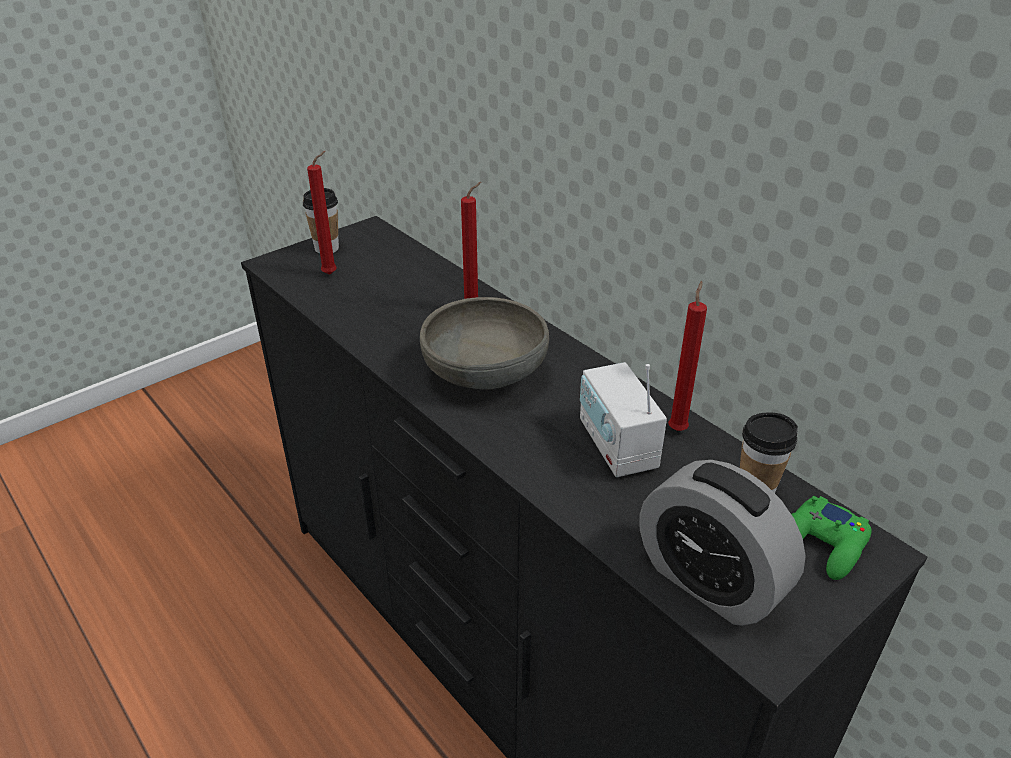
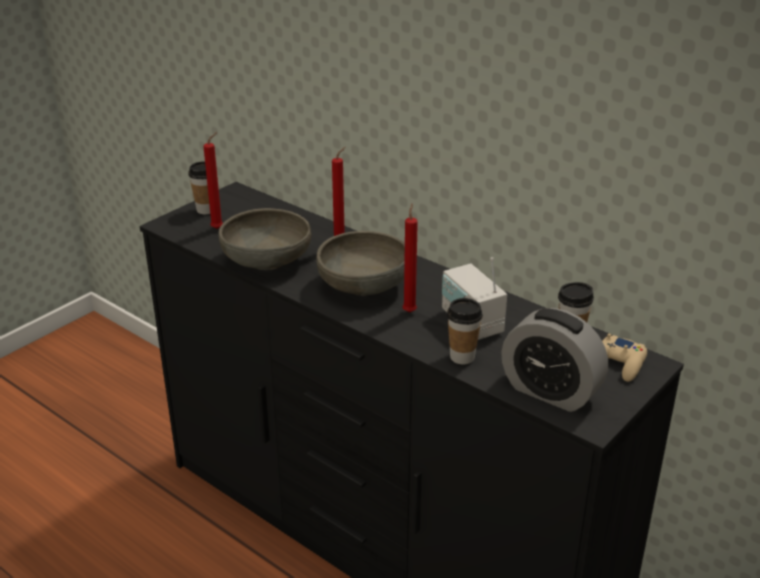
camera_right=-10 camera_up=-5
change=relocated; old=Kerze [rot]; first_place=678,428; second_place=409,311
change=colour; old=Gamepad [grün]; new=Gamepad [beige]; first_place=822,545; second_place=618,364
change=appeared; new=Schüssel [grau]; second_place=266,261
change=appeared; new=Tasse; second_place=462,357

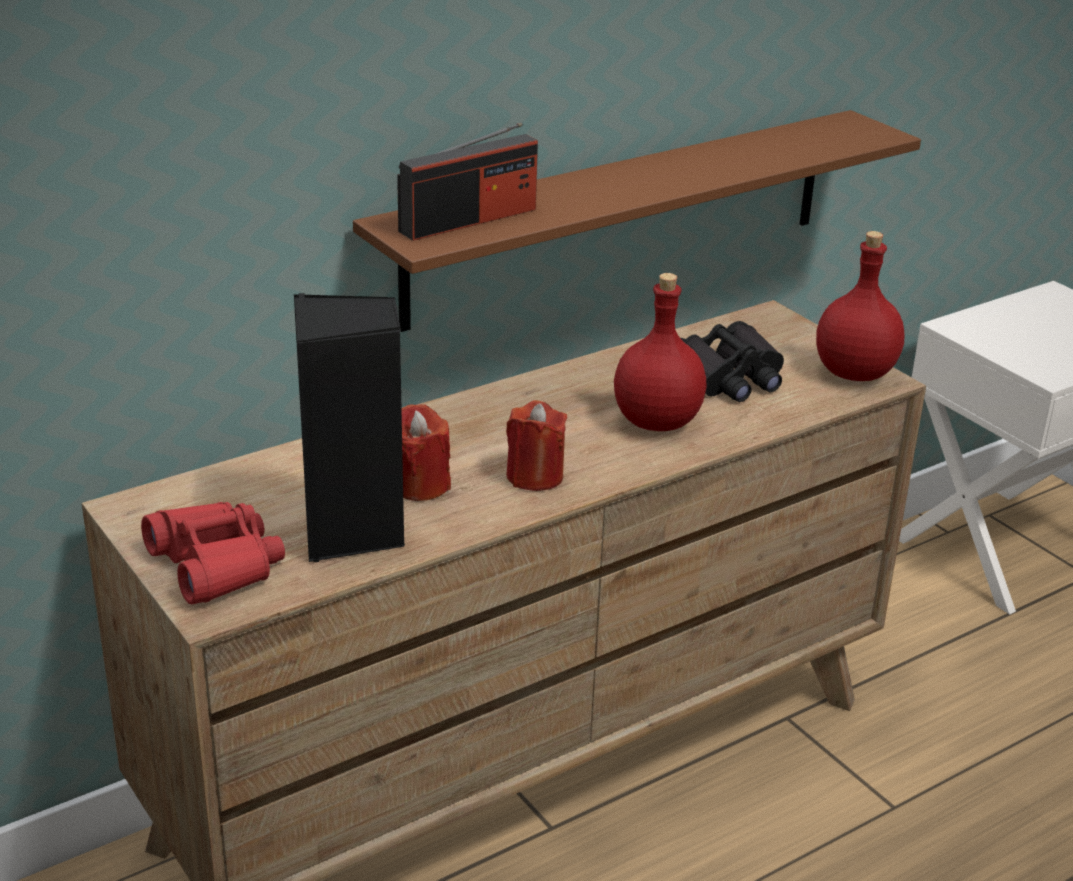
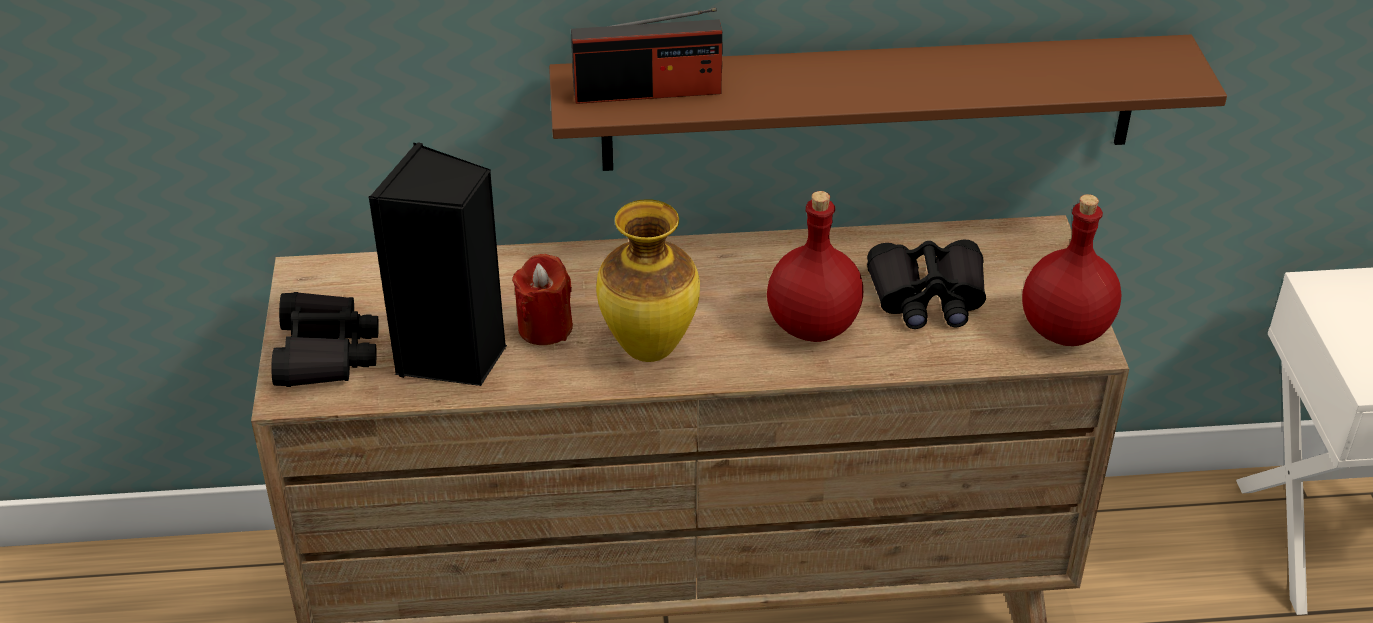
camera_right=30 camera_up=10
change=colour; old=Fernglas [rot]; new=Fernglas [schwarz]; first_place=216,565; second_place=325,352
change=exchanged; old=Kerze [rot]; new=Vase; first_place=535,476; second_place=649,350

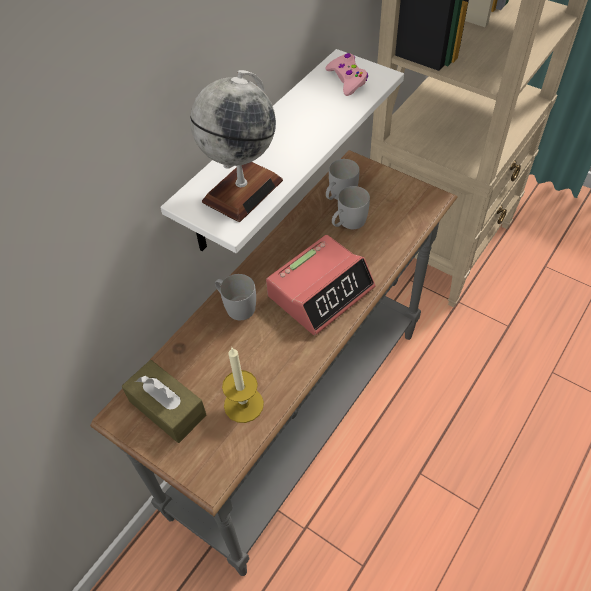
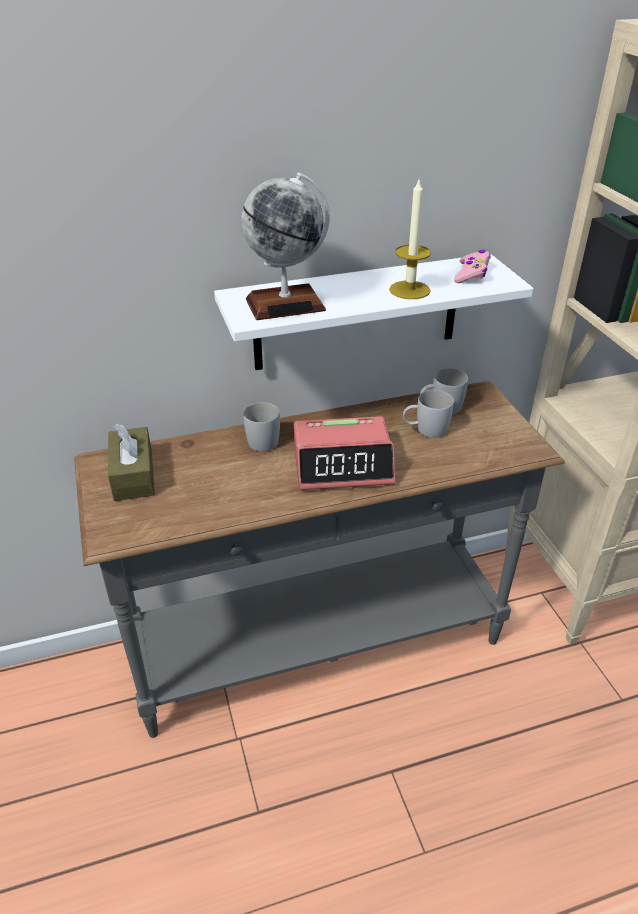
camera_right=35 camera_up=-15
change=relocated; old=Kerze; first_place=243,404; second_place=409,290

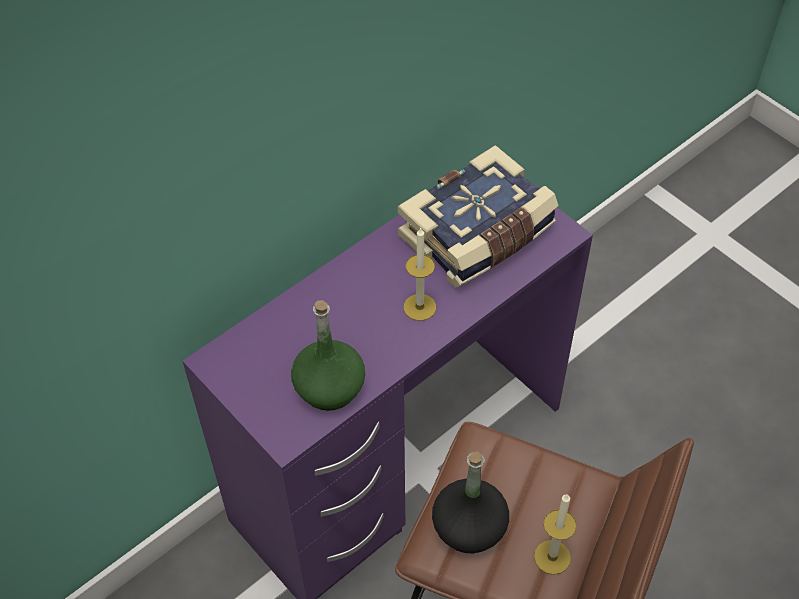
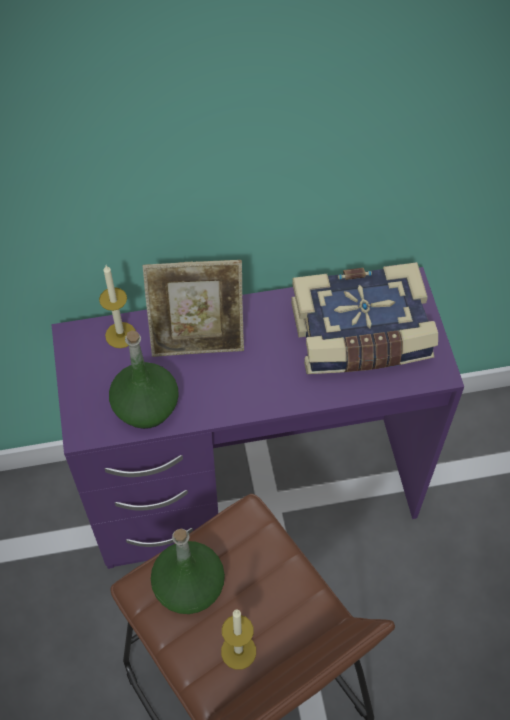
camera_right=30 camera_up=5
change=relocated; old=Kerze; first_place=419,307; second_place=120,335
change=colour; old=Flasche [schwarz]; new=Flasche [grün]; first_place=469,527; second_place=188,585
change=appeared; new=Bilderrahmen; second_place=197,338

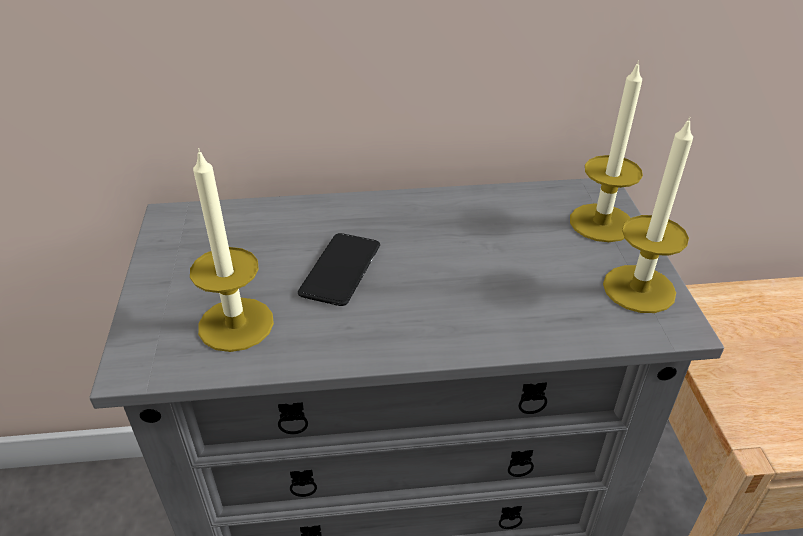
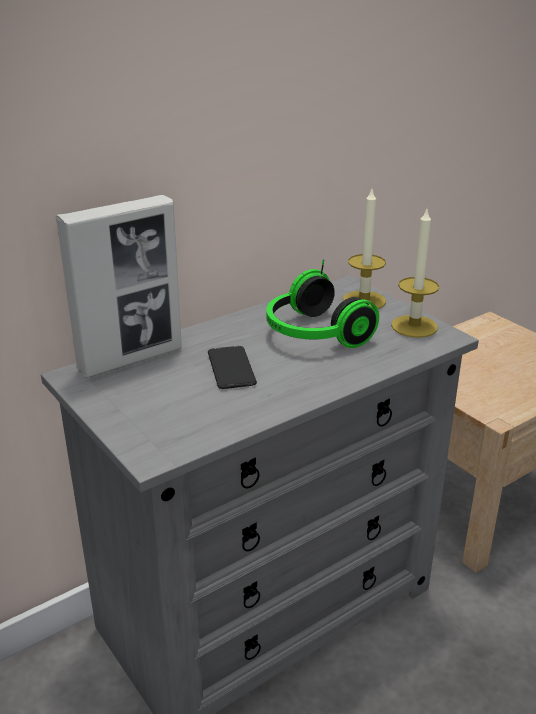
camera_right=-30 camera_up=-10
change=missing; old=Kerze; first_place=236,324
change=appeared; new=Bilderrahmen; second_place=131,359
change=appeared; new=Kopfhörer; second_place=313,334

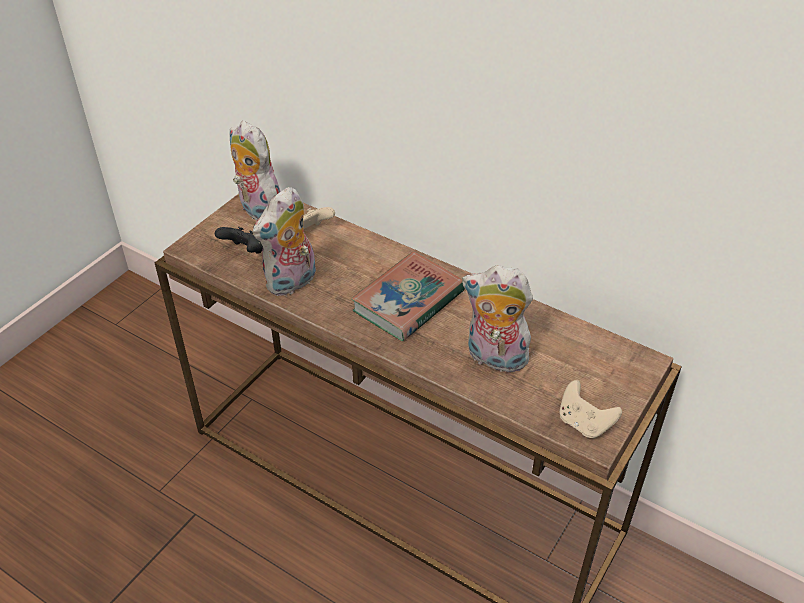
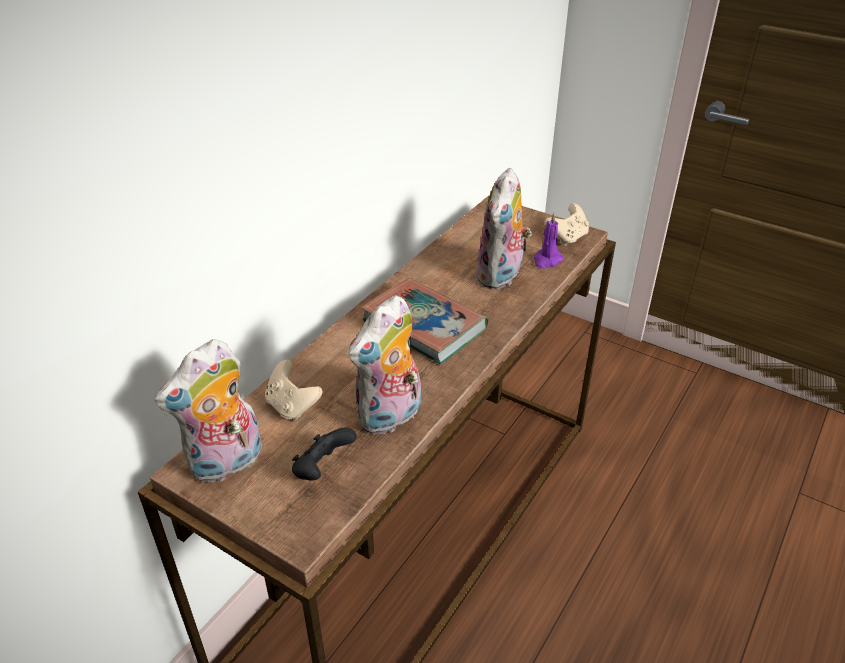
camera_right=-90 camera_up=-5
change=spun; old=Plüschtier; first_place=292,283; second_place=391,417; degrees=90
change=appeared; new=Kerze [lila]; second_place=547,260

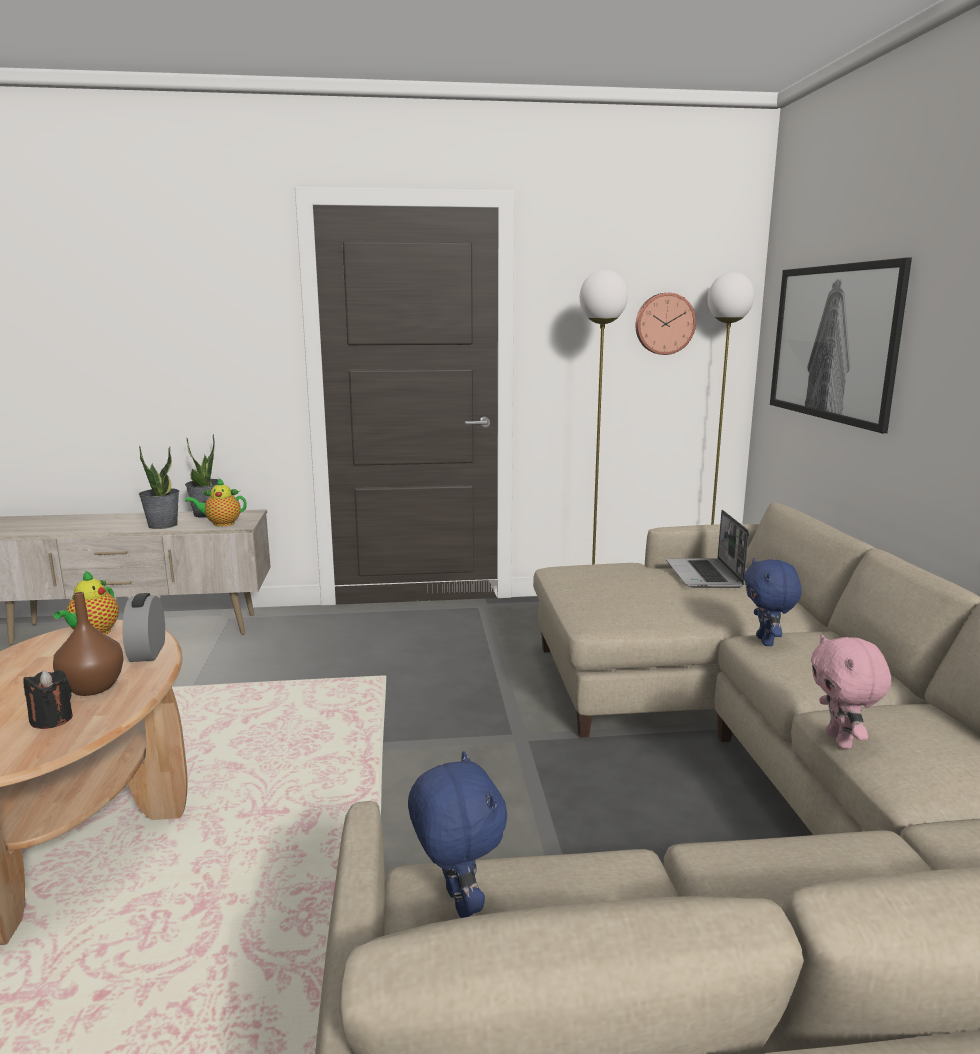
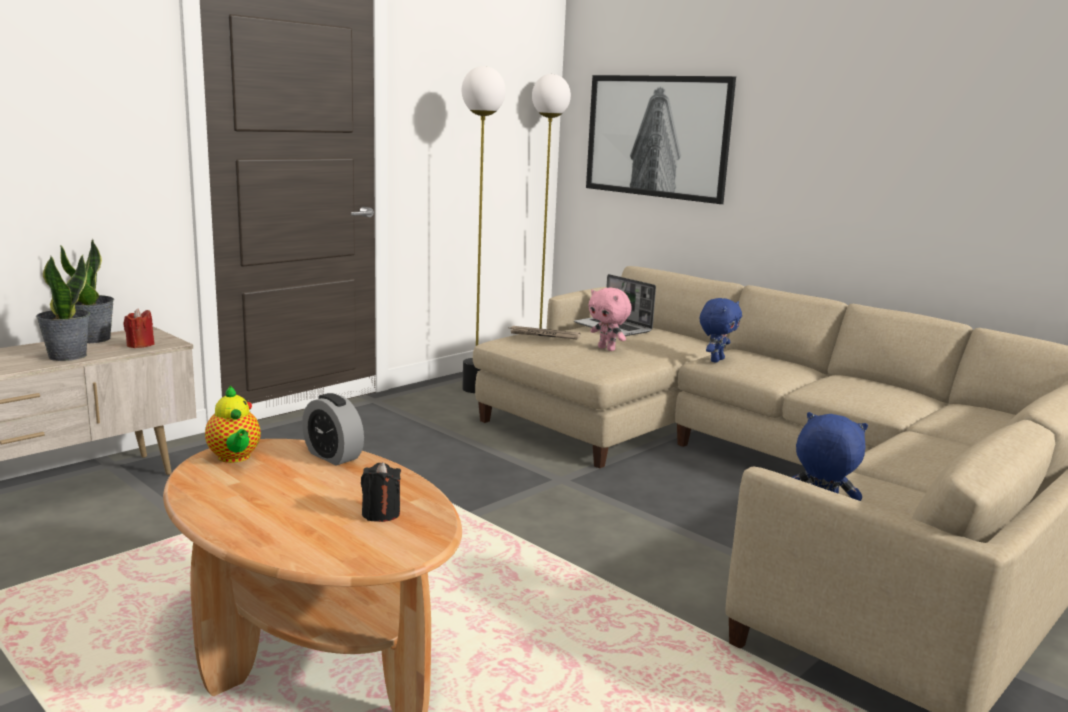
camera_right=-40 camera_up=0
change=missing; old=Vase [braun]; first_place=94,687
change=exchanged; old=Teekanne; new=Kerze [rot]; first_place=221,524; second_place=140,345
change=missing; old=Wanduhr; first_place=664,323
change=spun; old=Plüschtier [blau]; first_place=766,641; second_place=716,360; degrees=-105
change=relocated; old=Plüschtier [rosa]; first_place=840,741; second_place=607,349
change=appeared; new=Zeitung; second_place=543,335

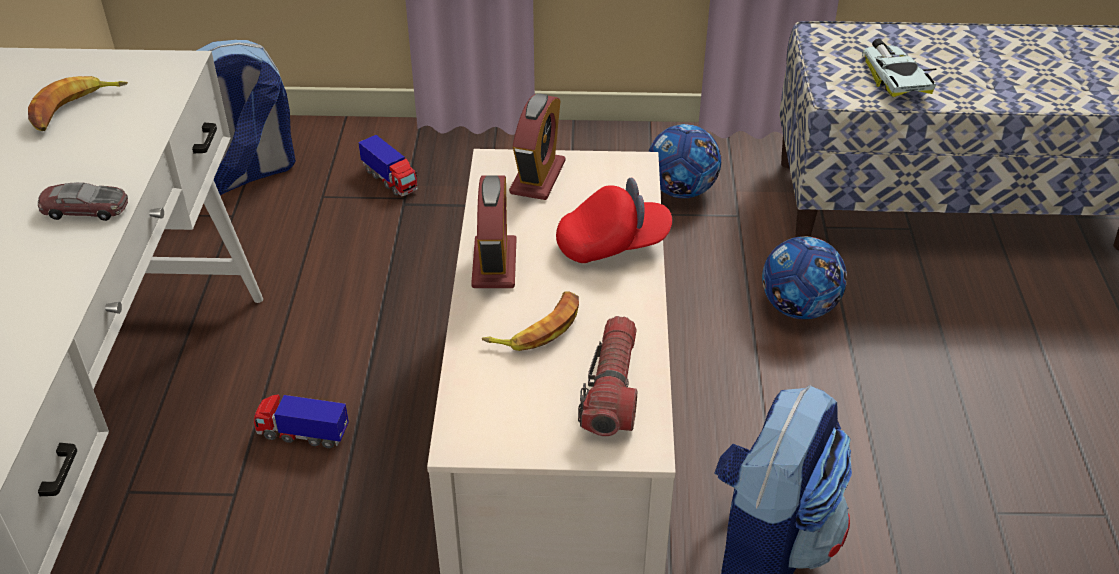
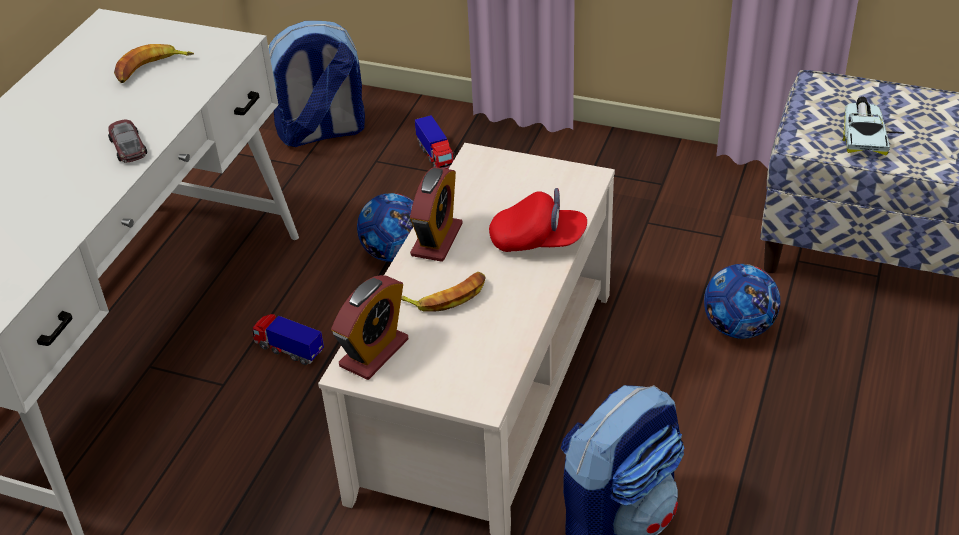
camera_right=20 camera_up=0
change=spun; old=Spielzeugauto; first_place=85,209; second_place=128,146; degrees=45
change=relocated; old=Wecker; first_place=537,177; second_place=374,353
change=missing; old=Taschenlampe; first_place=612,389
change=relocated; old=Fußball; first_place=681,190; second_place=394,253

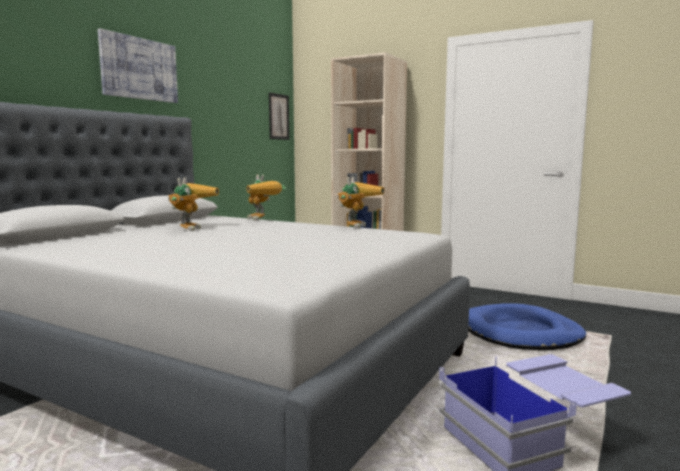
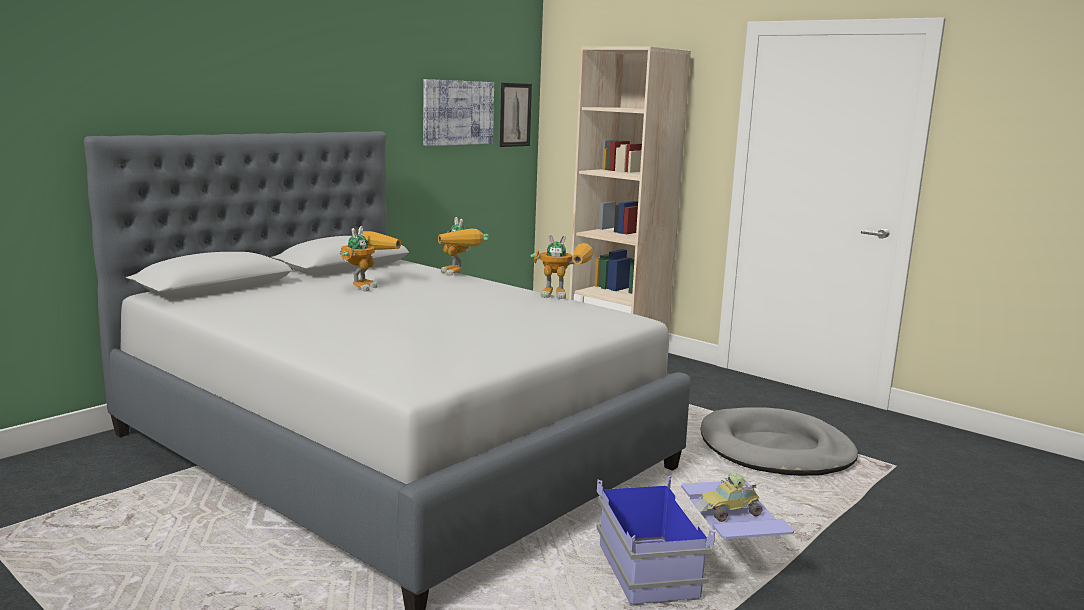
camera_right=10 camera_up=5
change=relocated; old=Bild; first_place=139,69; second_place=458,112
change=spun; old=Spielzeugroboter; first_place=356,225; second_place=564,296; degrees=60
change=colour; old=Hundebett [blau]; new=Hundebett [grau]; first_place=521,333; second_place=775,449
change=appeared; new=Spielzeugauto; second_place=729,511

